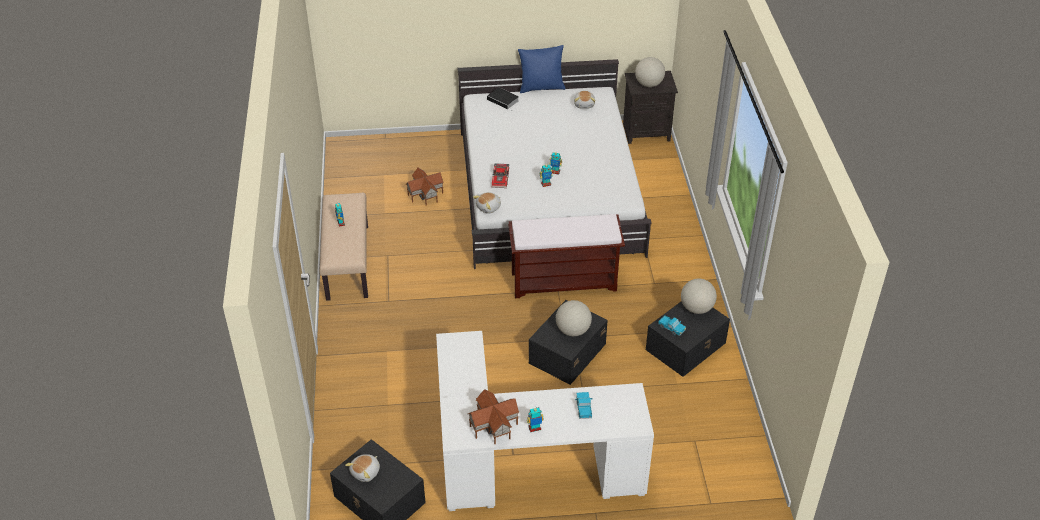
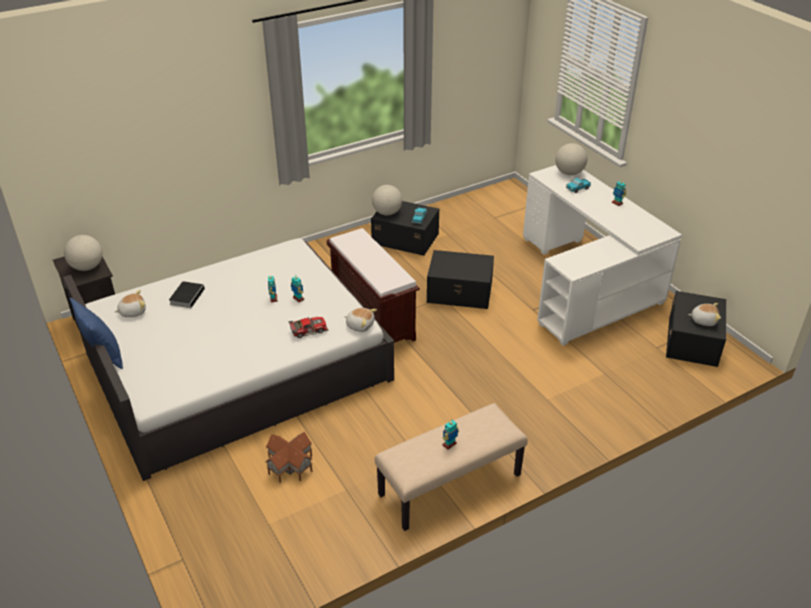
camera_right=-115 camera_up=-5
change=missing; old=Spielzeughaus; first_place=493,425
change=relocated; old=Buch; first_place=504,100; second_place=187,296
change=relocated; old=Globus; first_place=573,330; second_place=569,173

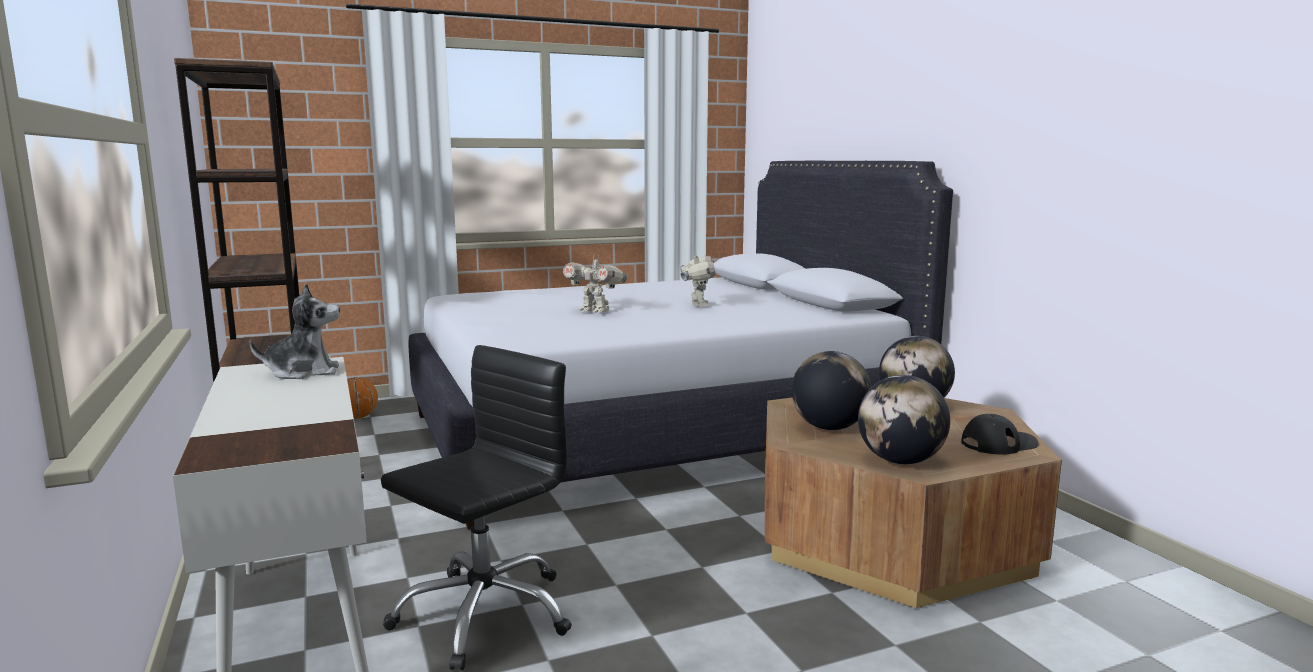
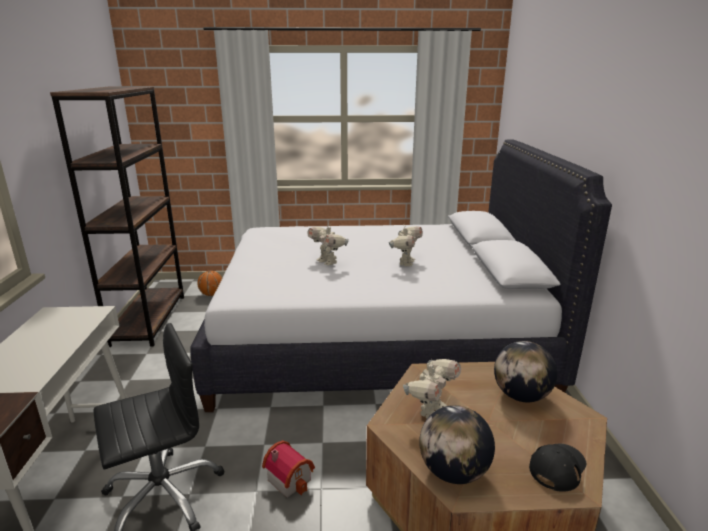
camera_right=20 camera_up=10
change=missing; old=Plüschtier; first_place=303,372
change=exchanged; old=Globus; new=Spielzeugroboter; first_place=829,428; second_place=430,411
change=spun; old=Kappe [schwarz]; first_place=998,444; second_place=558,467; degrees=-45
change=appeared; new=Spielzeughaus; second_place=290,478

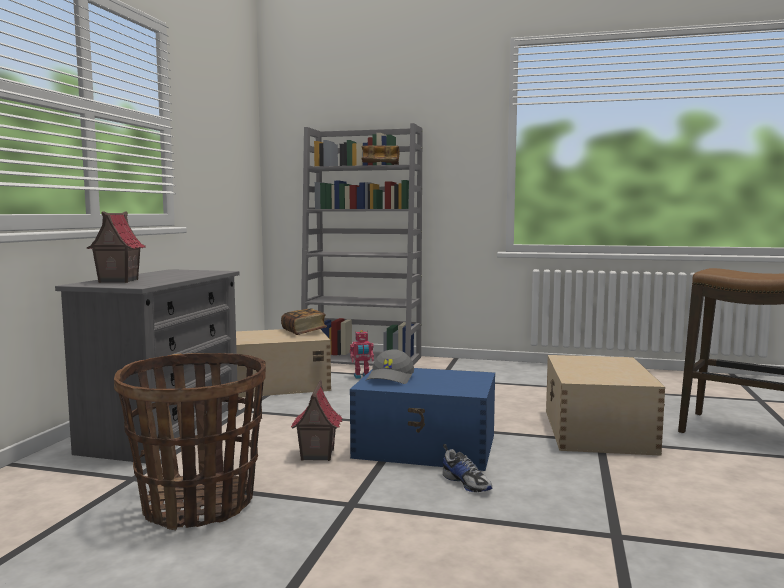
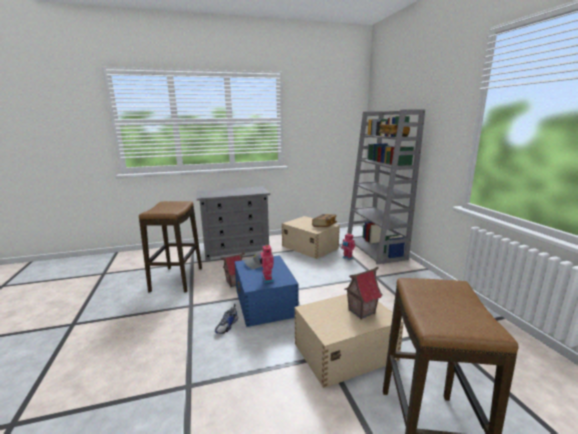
camera_right=60 camera_up=10
change=relocated; old=Spielzeughaus; first_place=118,281; second_place=361,311
change=exchanged; old=Korb; new=Hocker; first_place=198,504; second_place=177,279
change=appeared; new=Spielzeugroboter; second_place=266,279

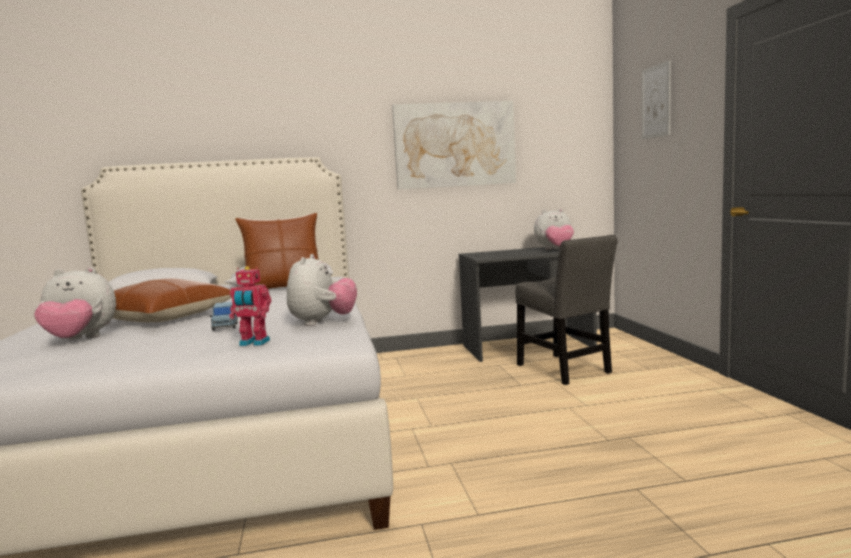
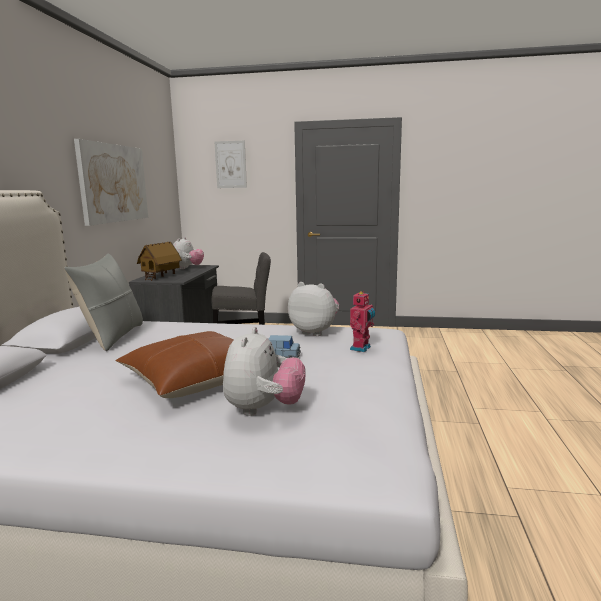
camera_right=-70 camera_up=5
change=colour; old=Kissen [braun]; new=Kissen [grau]; first_place=284,287; second_place=113,337
change=appeared; new=Spielzeughaus; second_place=161,276

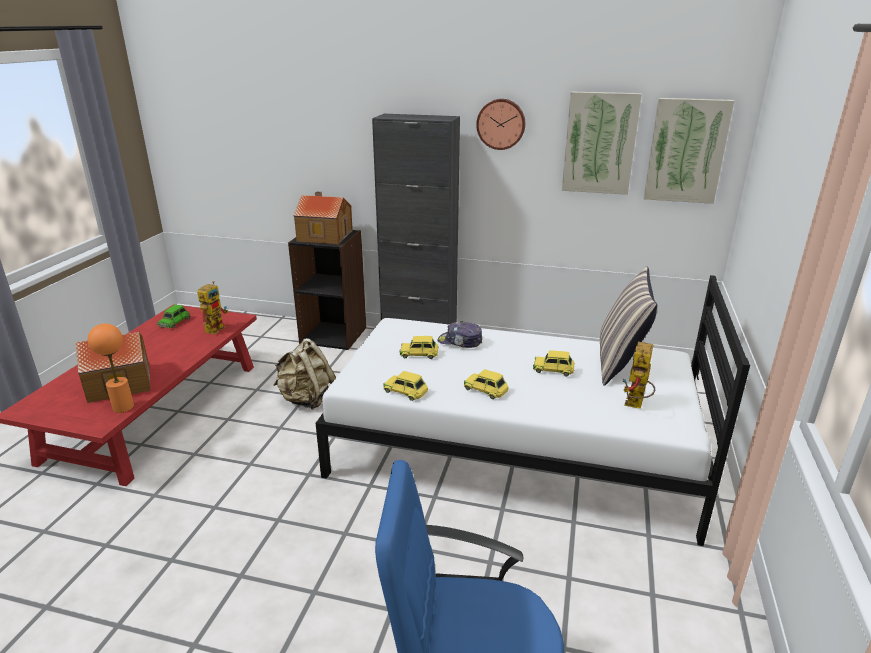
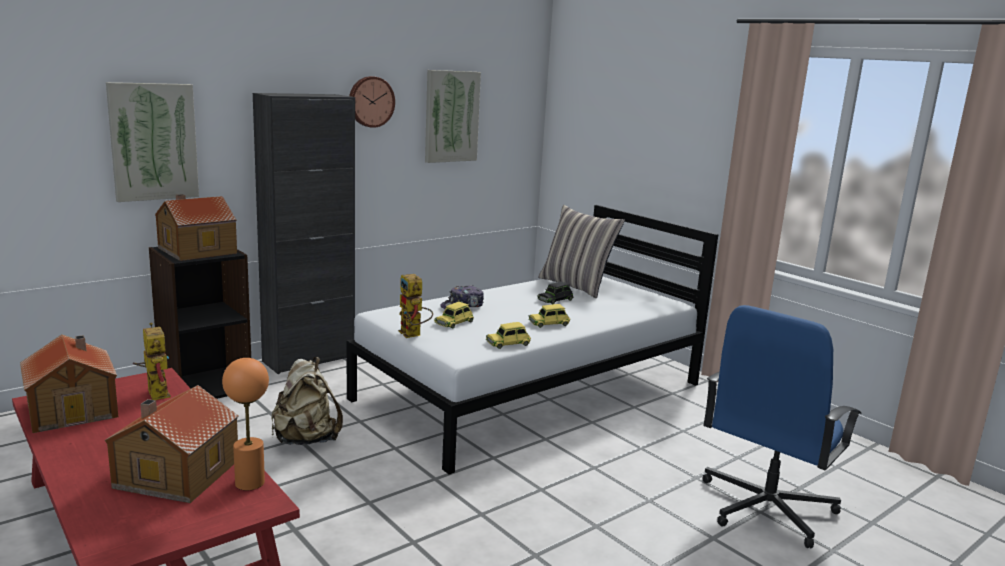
camera_right=-55 camera_up=-10
change=exchanged; old=Spielzeugauto [grün]; new=Spielzeughaus; first_place=174,322; second_place=74,409
change=colour; old=Spielzeugauto [gelb]; new=Spielzeugauto [schwarz]; first_place=553,369; second_place=555,299
change=relocated; old=Spielzeugroboter; first_place=636,405; second_place=414,335
change=relocated; old=Bild; first_place=686,151; second_place=153,141

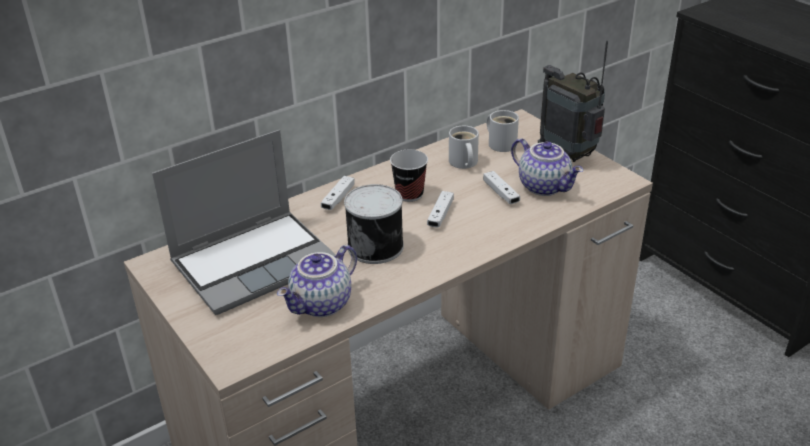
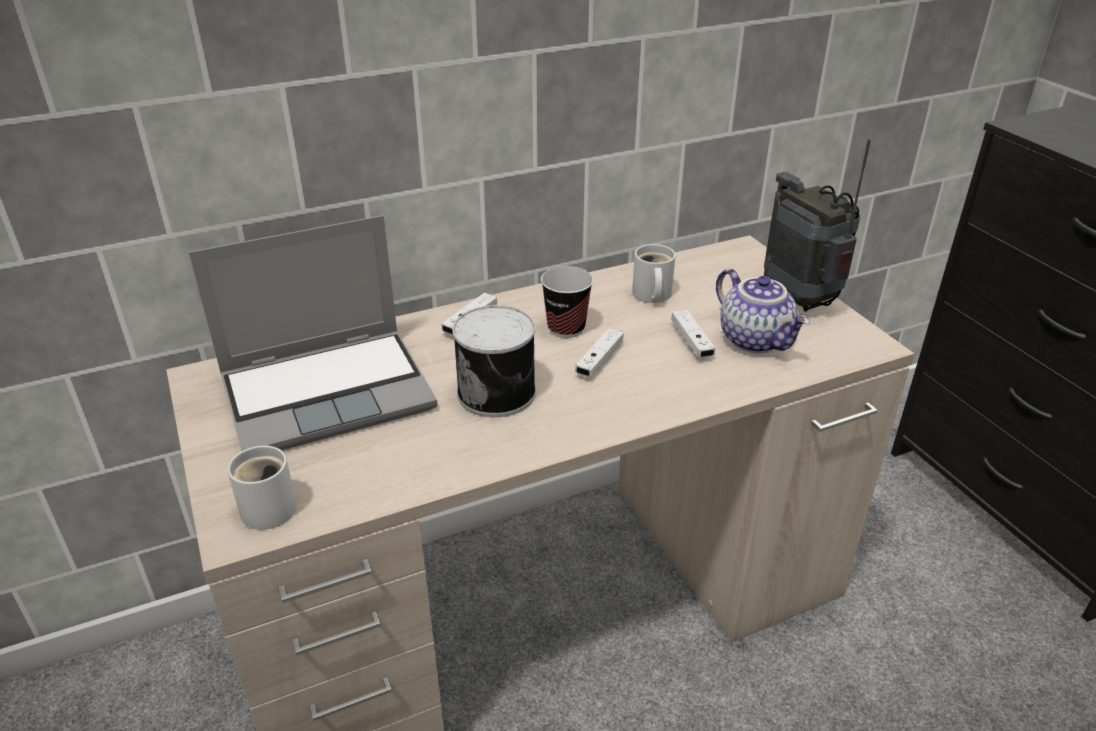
camera_right=10 camera_up=0
change=missing; old=Teekanne; first_place=322,305
change=relocated; old=Henkelbecher [weiß]; first_place=501,143; second_place=269,505

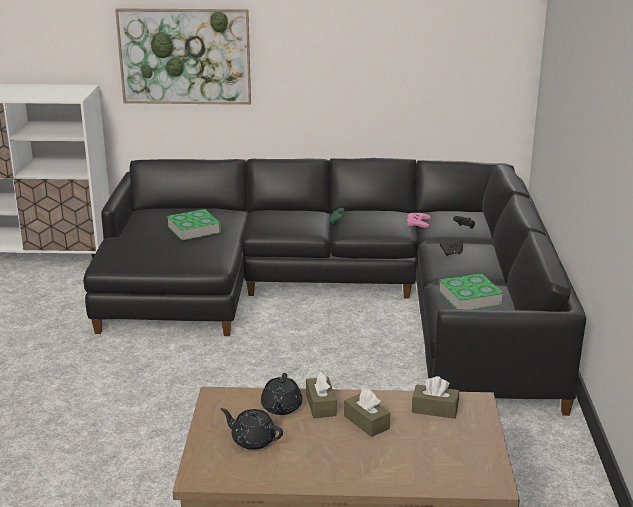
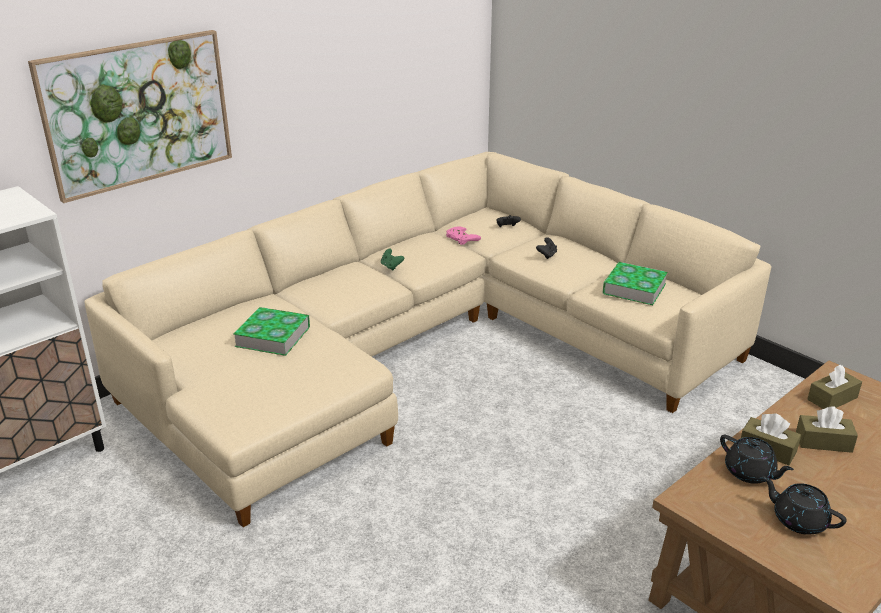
camera_right=-45 camera_up=5
change=colour; old=Sofa [schwarz]; new=Sofa [beige]; first_place=342,299; second_place=427,350
change=spun; old=Teekanne [schwarz]; first_place=252,440; second_place=798,520; degrees=60

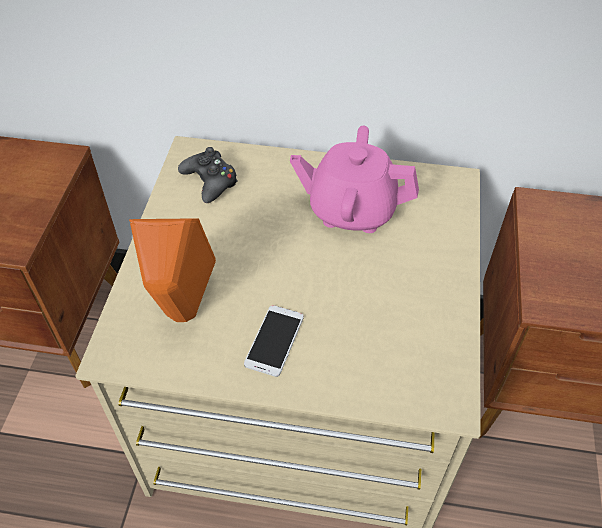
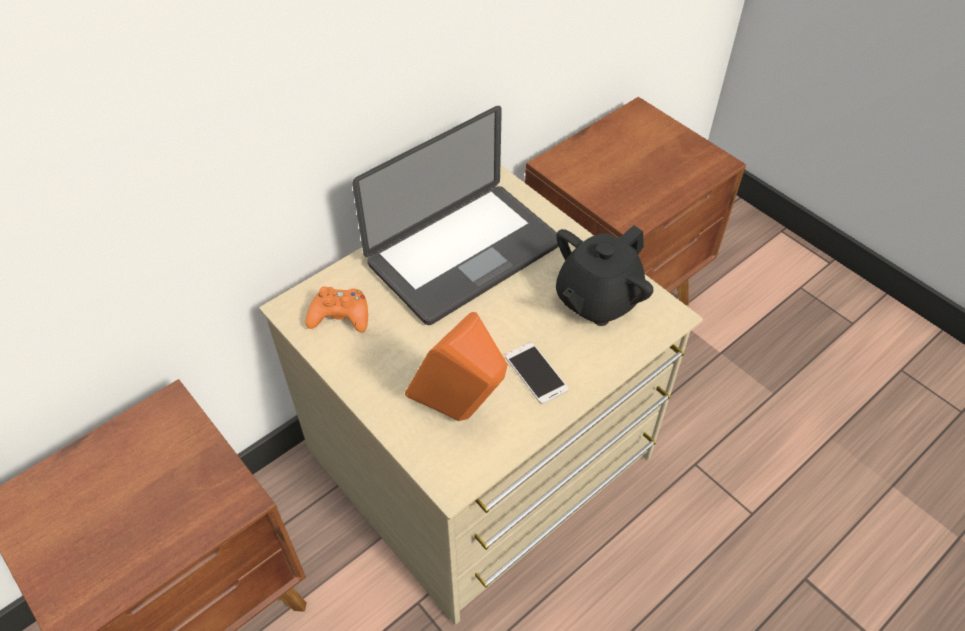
camera_right=-50 camera_up=0
change=colour; old=Gamepad [schwarz]; new=Gamepad [orange]; first_place=210,181; second_place=340,316
change=exchanged; old=Teekanne [rosa]; new=Laptop; first_place=351,210; second_place=464,254
change=appeared; new=Teekanne [schwarz]; second_place=596,299

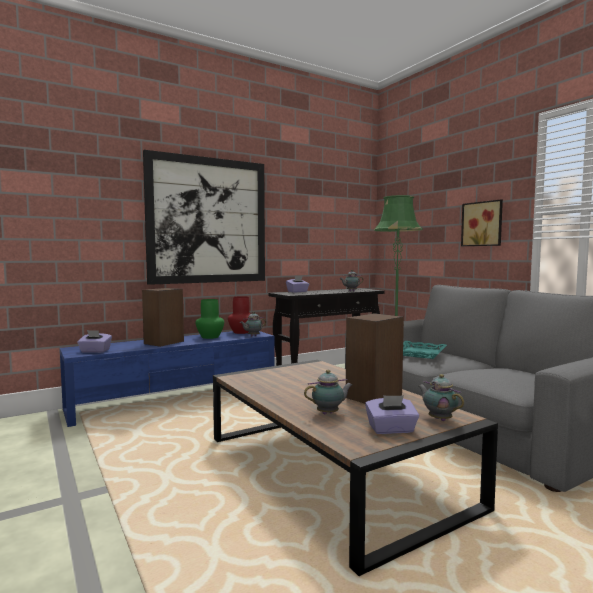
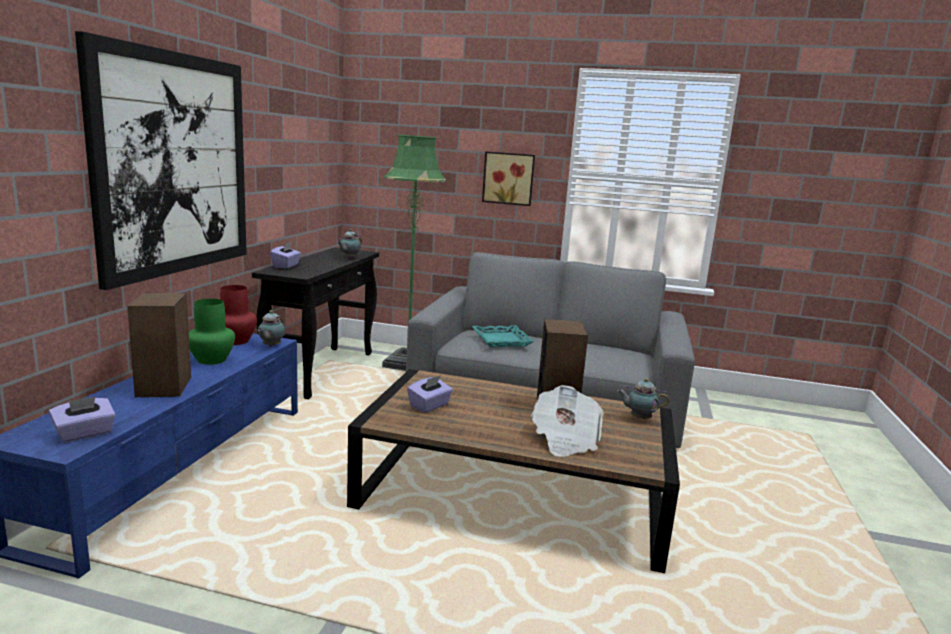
camera_right=-45 camera_up=10
change=exchanged; old=Teekanne; new=Zeitung; first_place=329,413; second_place=565,440
change=relocated; old=Taschentuchbox [lila]; first_place=391,429; second_place=429,406

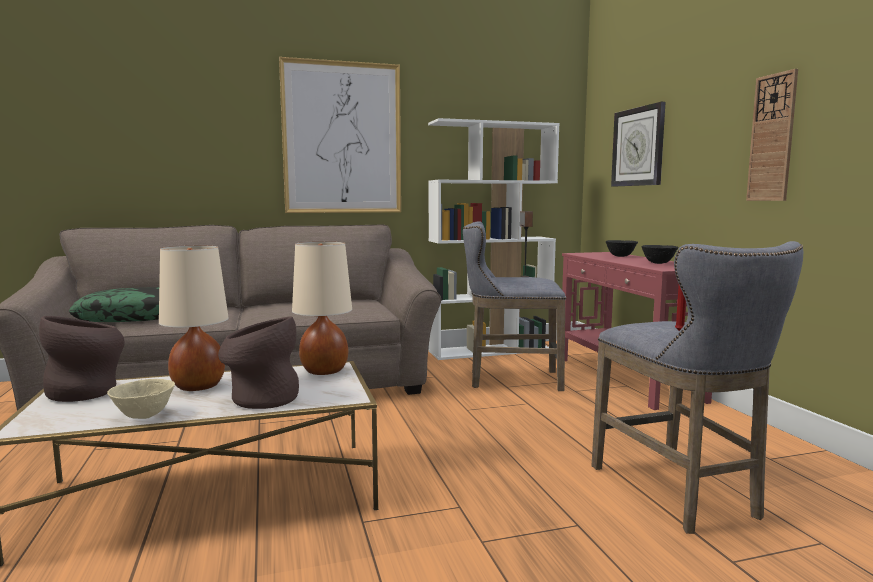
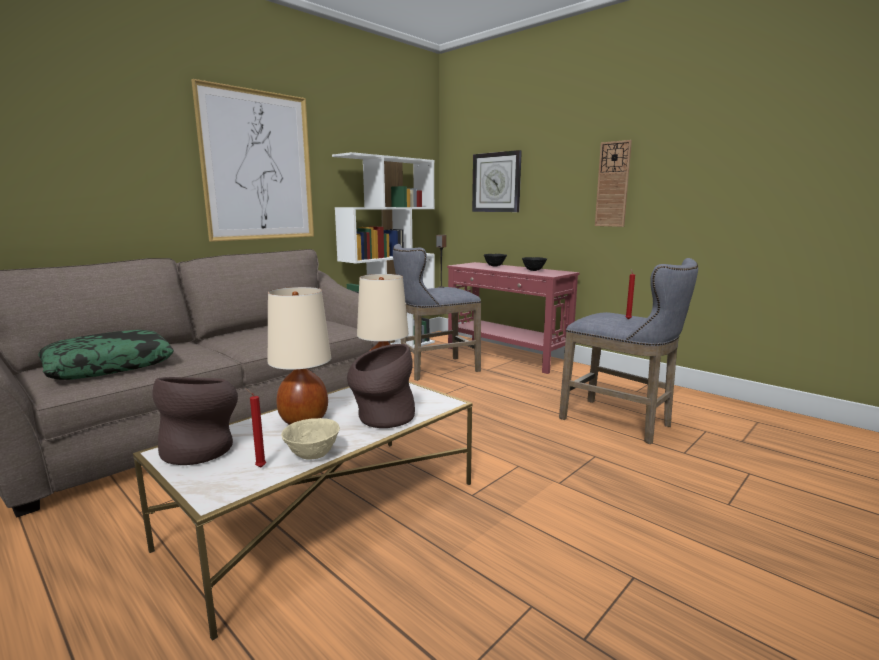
camera_right=-30 camera_up=5
change=appeared; new=Kerze [rot]; second_place=259,467

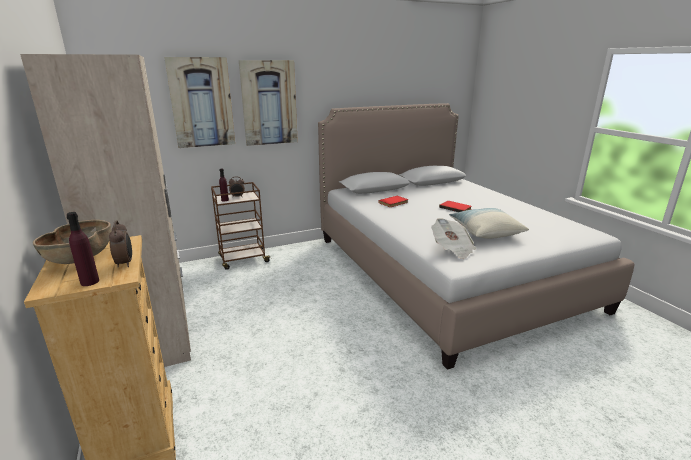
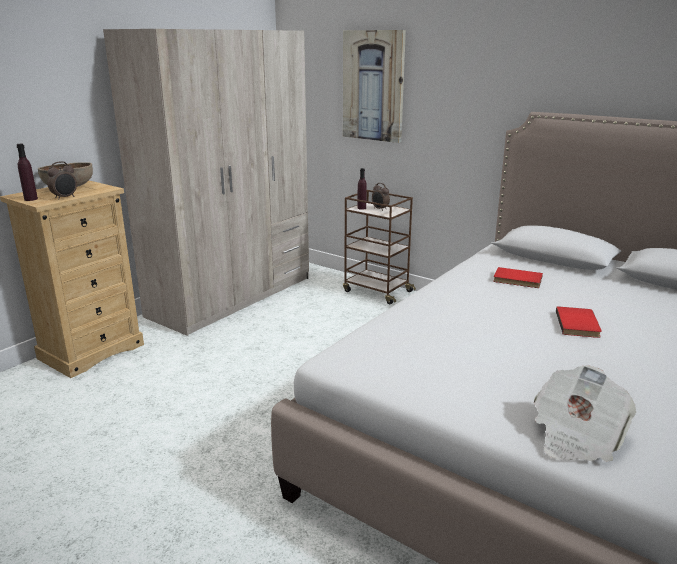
camera_right=60 camera_up=0
change=missing; old=Bild; first_place=269,103
change=relocated; old=Zeitung; first_place=452,249; second_place=576,436
change=missing; old=Kissen; first_place=485,232

